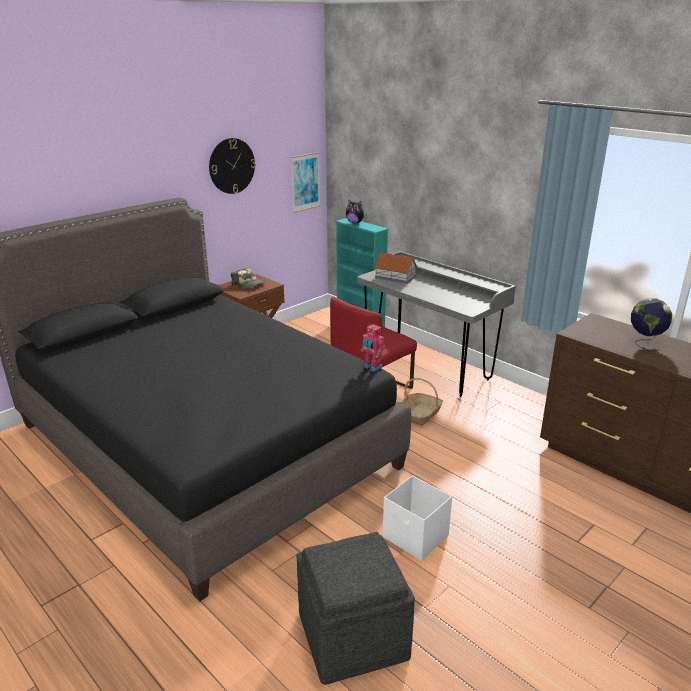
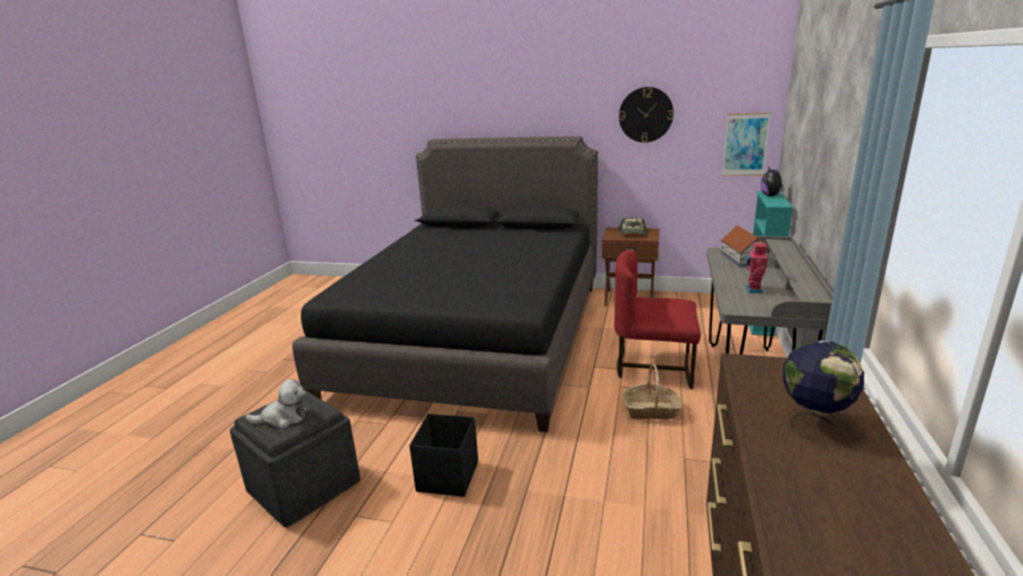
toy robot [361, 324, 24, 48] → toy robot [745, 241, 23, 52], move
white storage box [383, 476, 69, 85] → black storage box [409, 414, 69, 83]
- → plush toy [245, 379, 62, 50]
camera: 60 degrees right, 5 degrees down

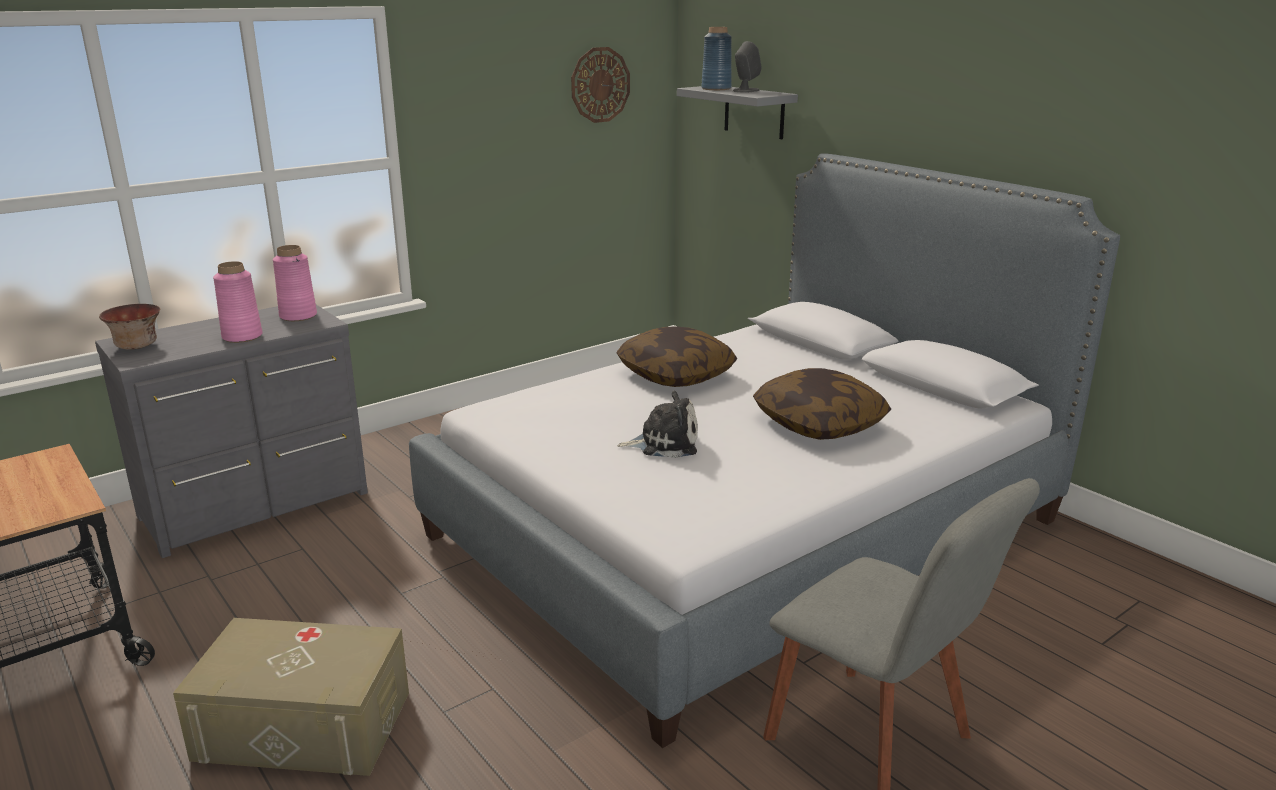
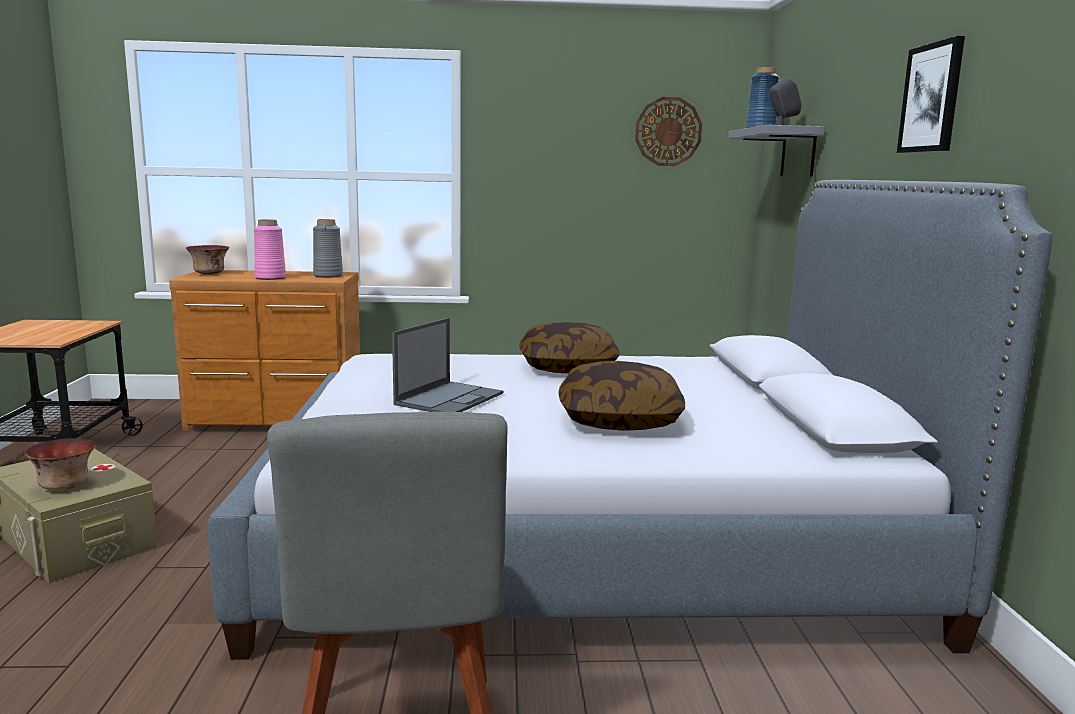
pink vase [273, 245, 44, 76] → grey vase [313, 219, 30, 59]
grey drawer chest [95, 305, 273, 253] → brown drawer chest [169, 270, 191, 161]
plush toy [617, 391, 81, 67] → laptop [392, 318, 111, 94]
- → wall picture [897, 36, 68, 117]
- → serving bowl [24, 438, 71, 52]
camera: 35 degrees right, 10 degrees down

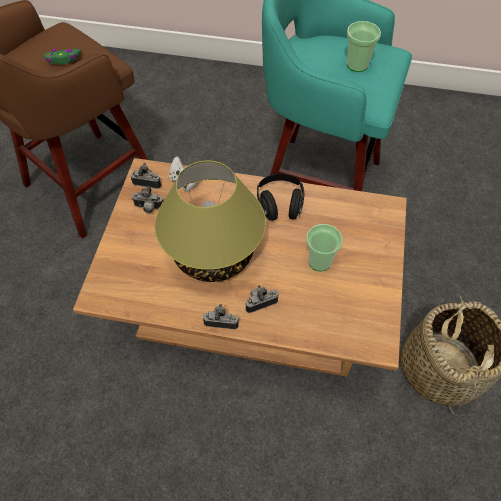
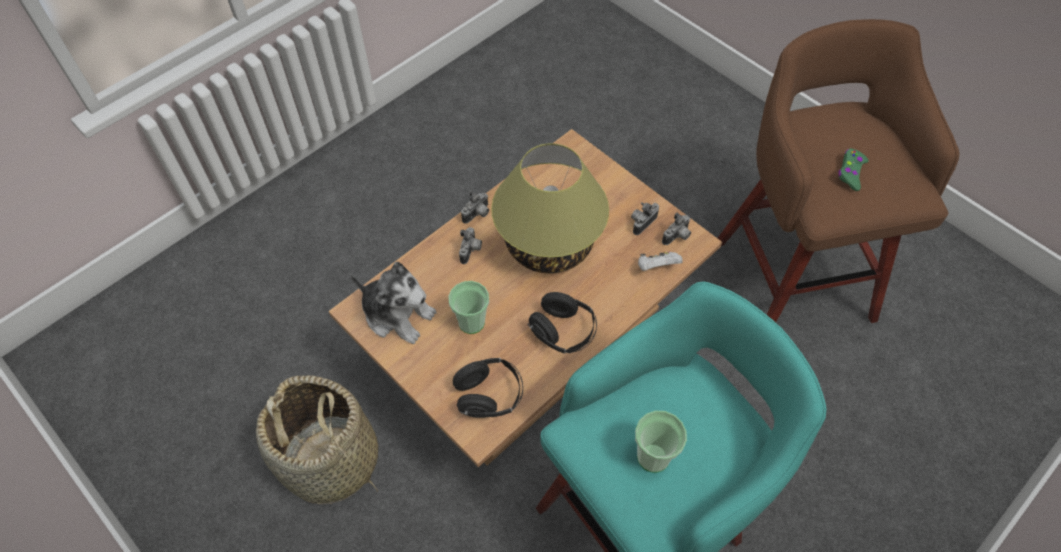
- → plush toy [351, 262, 86, 82]
- → black headphones [453, 358, 70, 60]
camera: 125 degrees right, 0 degrees up

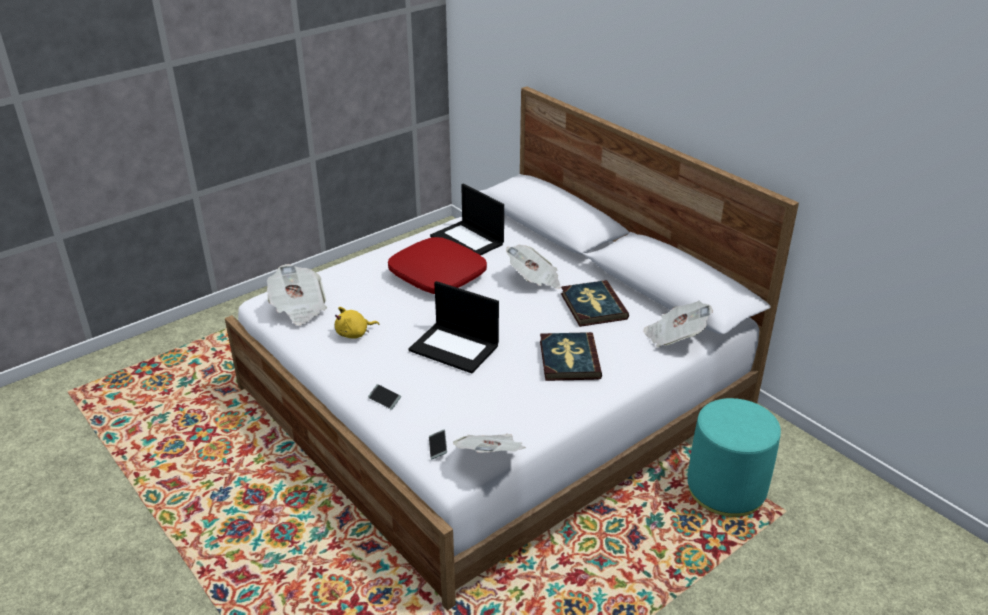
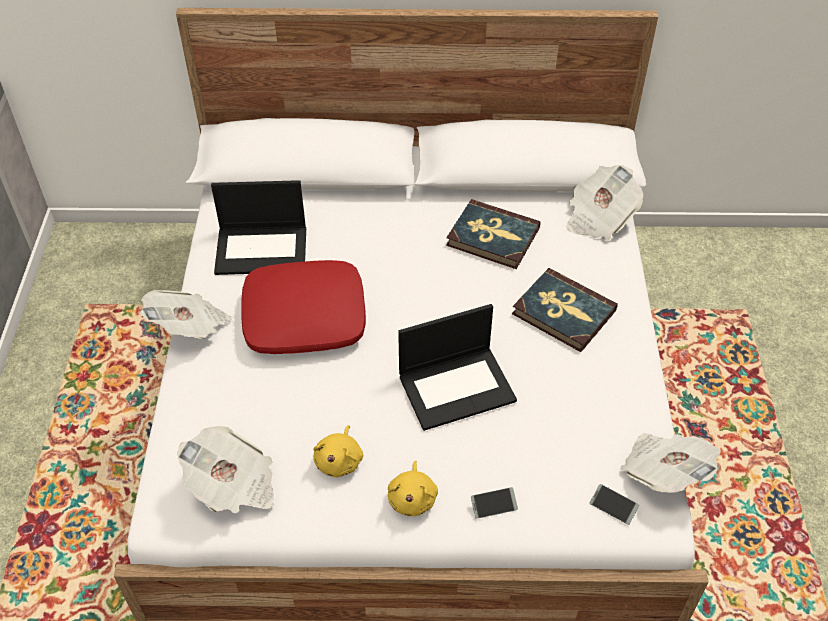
newspaper [506, 245, 55, 44] → newspaper [139, 290, 93, 49], move
blue-green ottoman [687, 398, 94, 119] → -
- → yellowish plush toy [388, 461, 50, 55]
camera: 50 degrees left, 15 degrees up

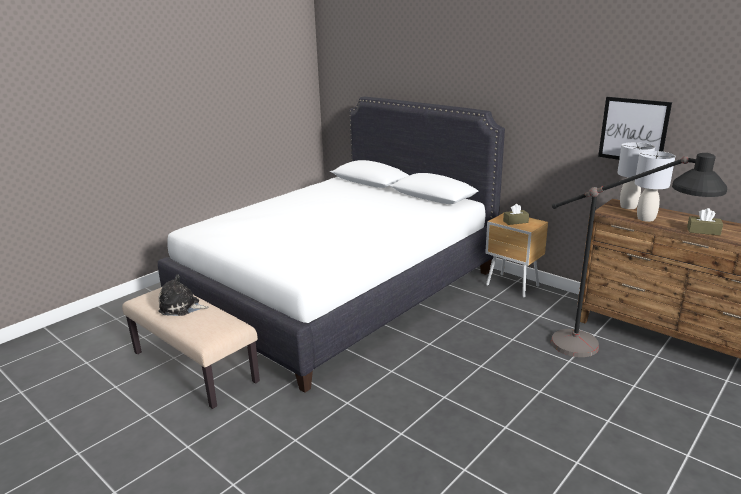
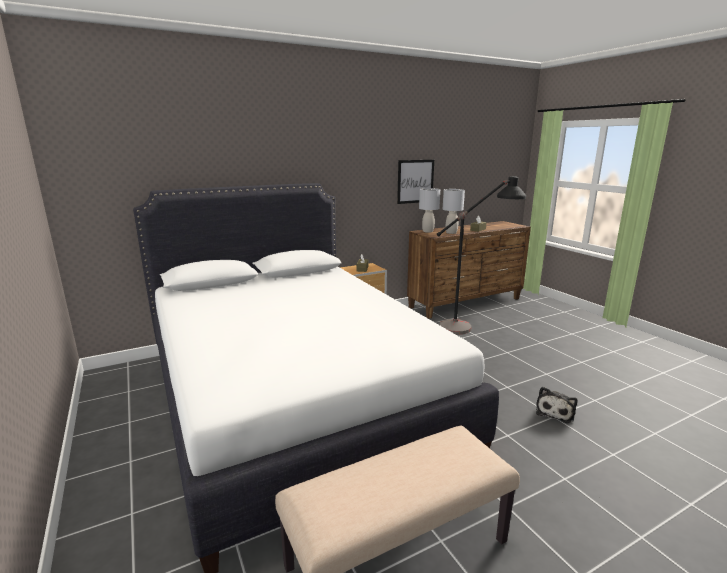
plush toy [158, 274, 51, 42] → plush toy [536, 387, 41, 36], move
camera: 70 degrees left, 5 degrees down

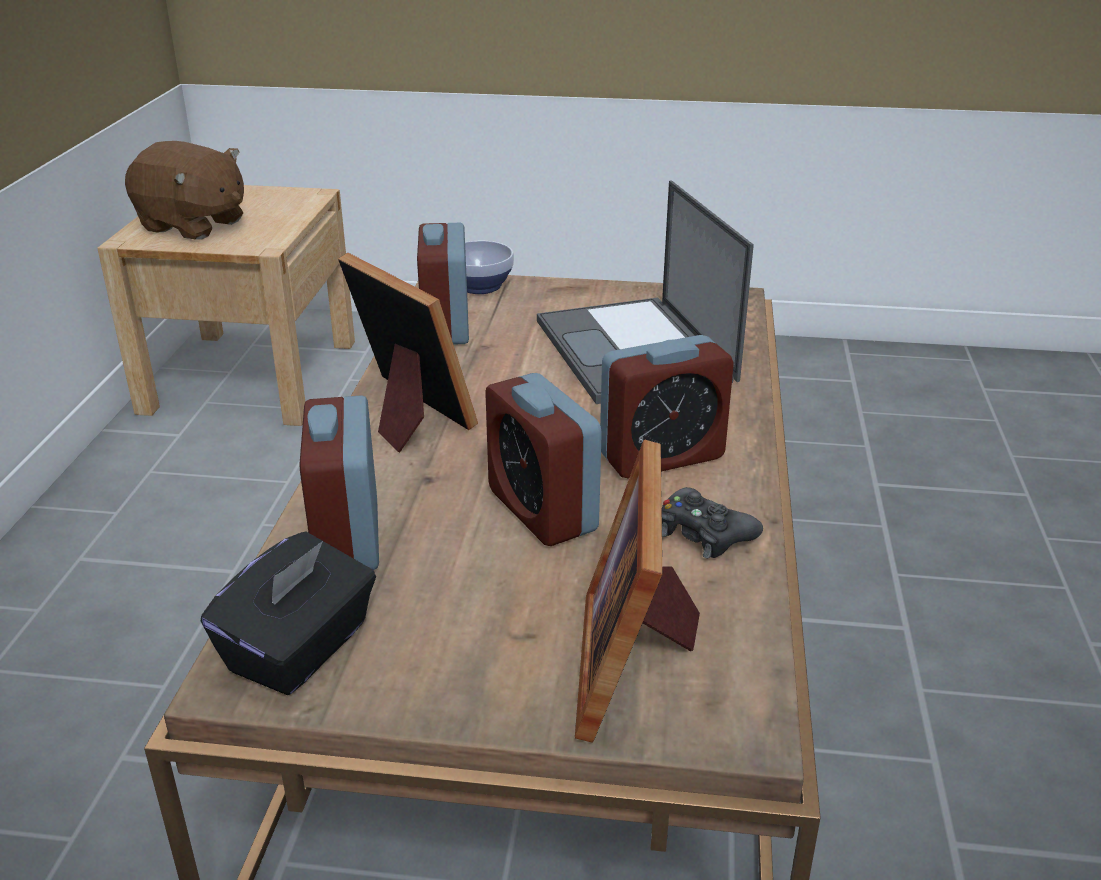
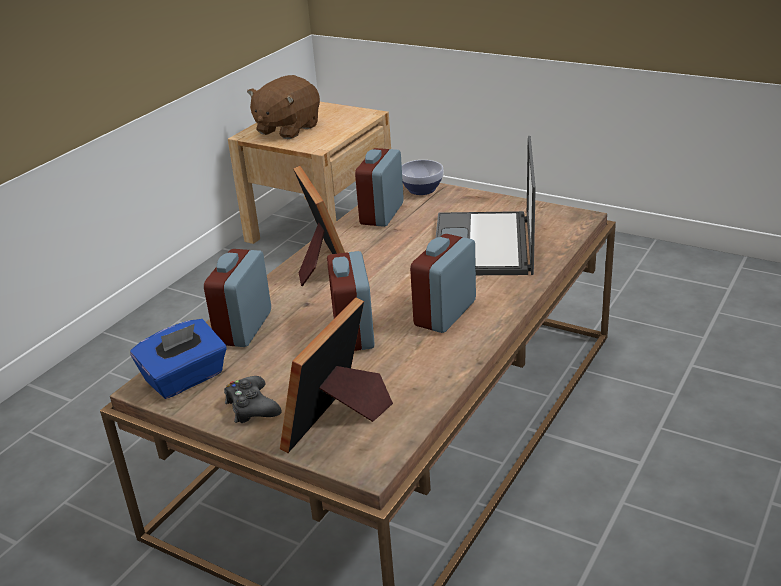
brown plush toy [125, 141, 119, 98] → brown plush toy [247, 75, 73, 64], 75 degrees clockwise
table clock [600, 335, 134, 144] → table clock [410, 234, 66, 99], 120 degrees clockwise
black game controller [662, 487, 101, 72] → black game controller [224, 376, 58, 47], move
black tissue holder [201, 531, 175, 164] → blue-coloured tissue holder [130, 319, 97, 80]
camera: 25 degrees right, 0 degrees up

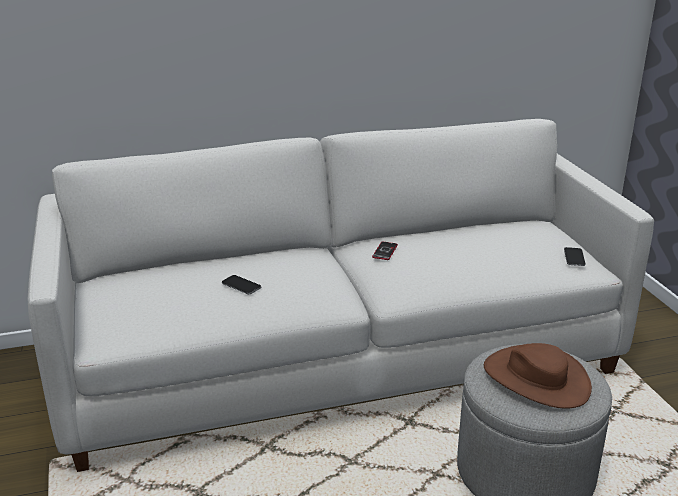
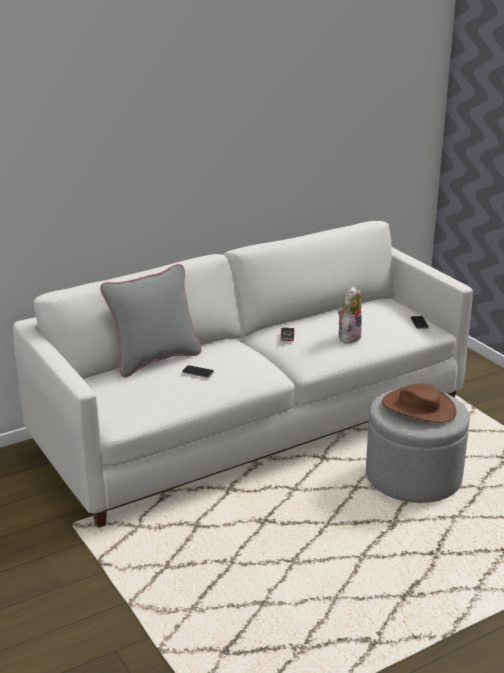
- → grey pillow [100, 264, 102, 114]
- → plush toy [338, 286, 24, 58]
camera: 15 degrees left, 0 degrees up

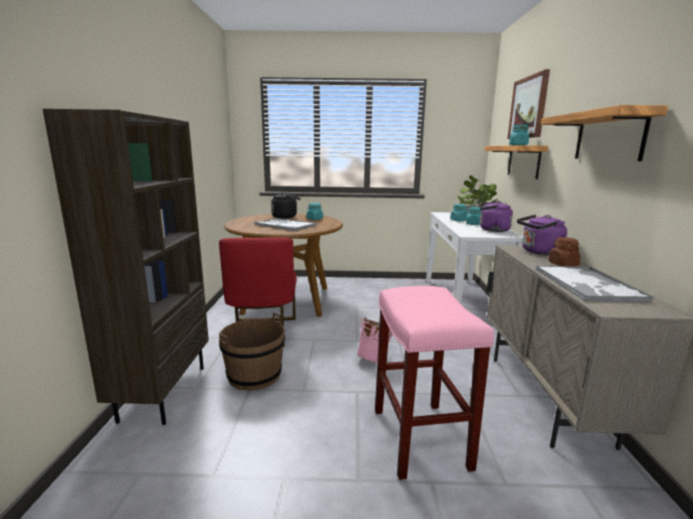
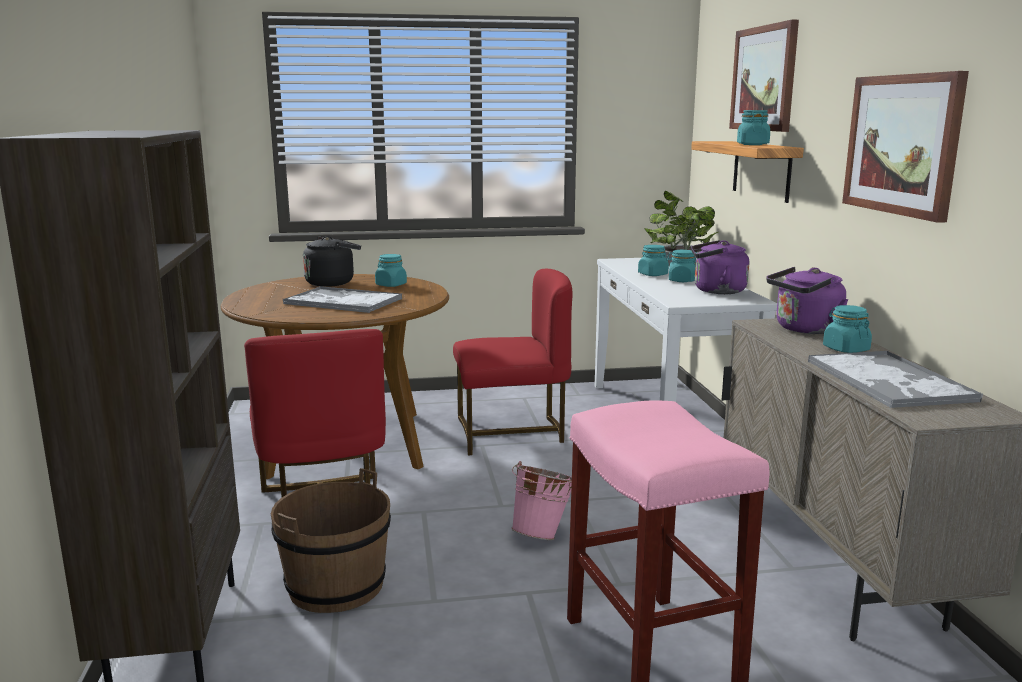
shelf [541, 105, 127, 56] → wall picture [842, 71, 127, 152]
brown preserve jar [548, 237, 33, 29] → blue-green preserve jar [823, 305, 49, 48]
- → red-coloured plain chair [453, 269, 119, 186]
camera: 10 degrees left, 0 degrees up

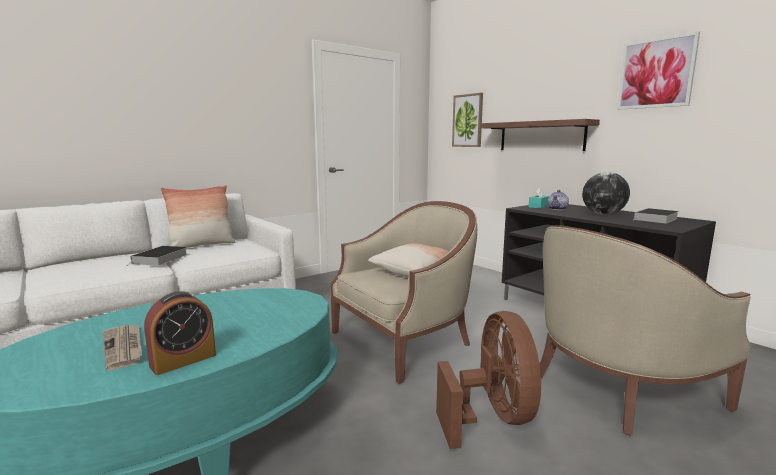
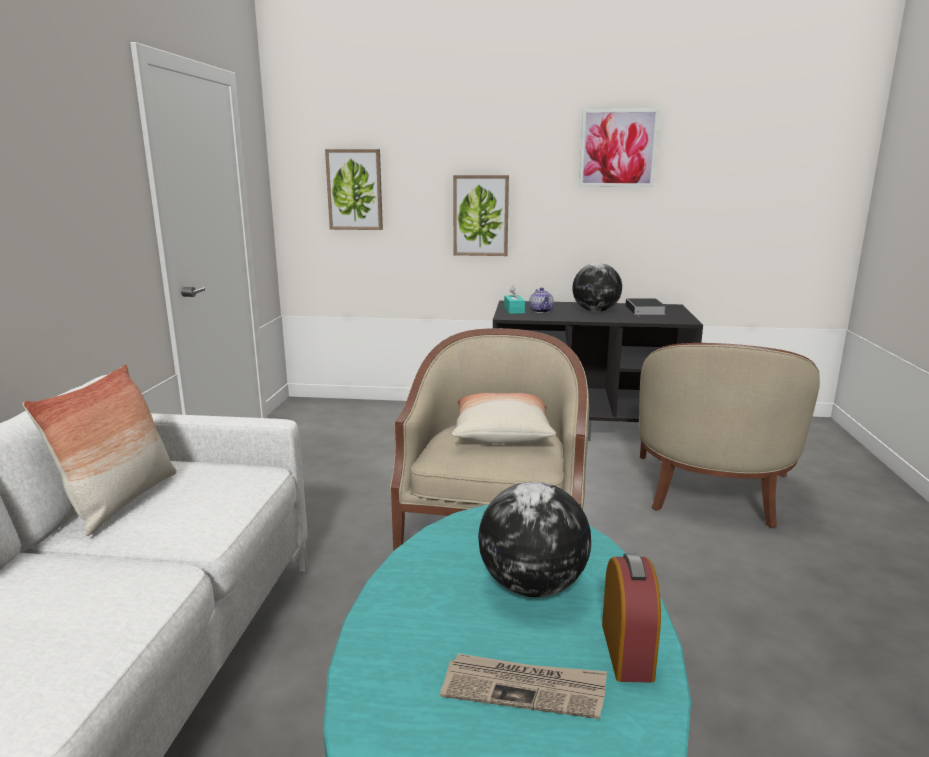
shelf [480, 119, 120, 32] → wall picture [453, 175, 56, 81]
book [130, 246, 58, 20] → -
brown electric fan [436, 311, 105, 138] → -
- → world globe [478, 482, 113, 115]
camera: 45 degrees left, 5 degrees up

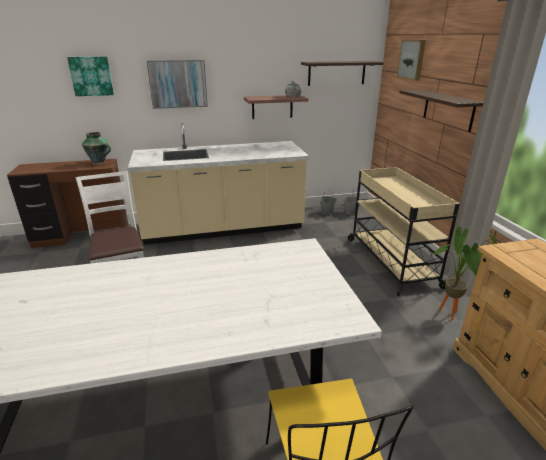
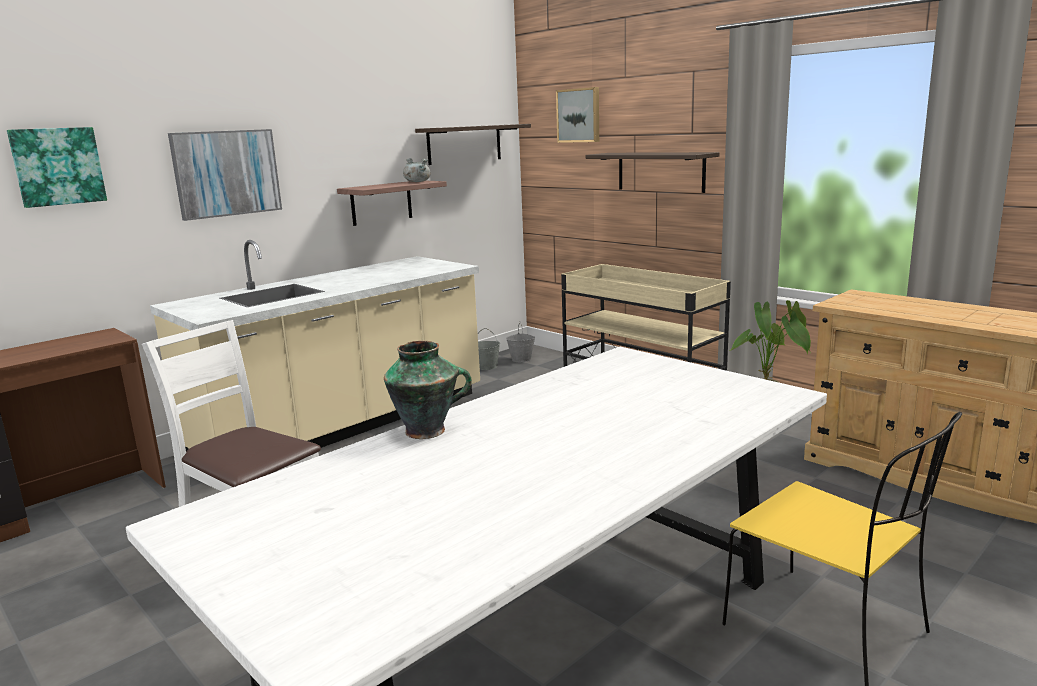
vase [82, 132, 29, 33] → vase [384, 341, 88, 98], move
camera: 30 degrees left, 10 degrees down

